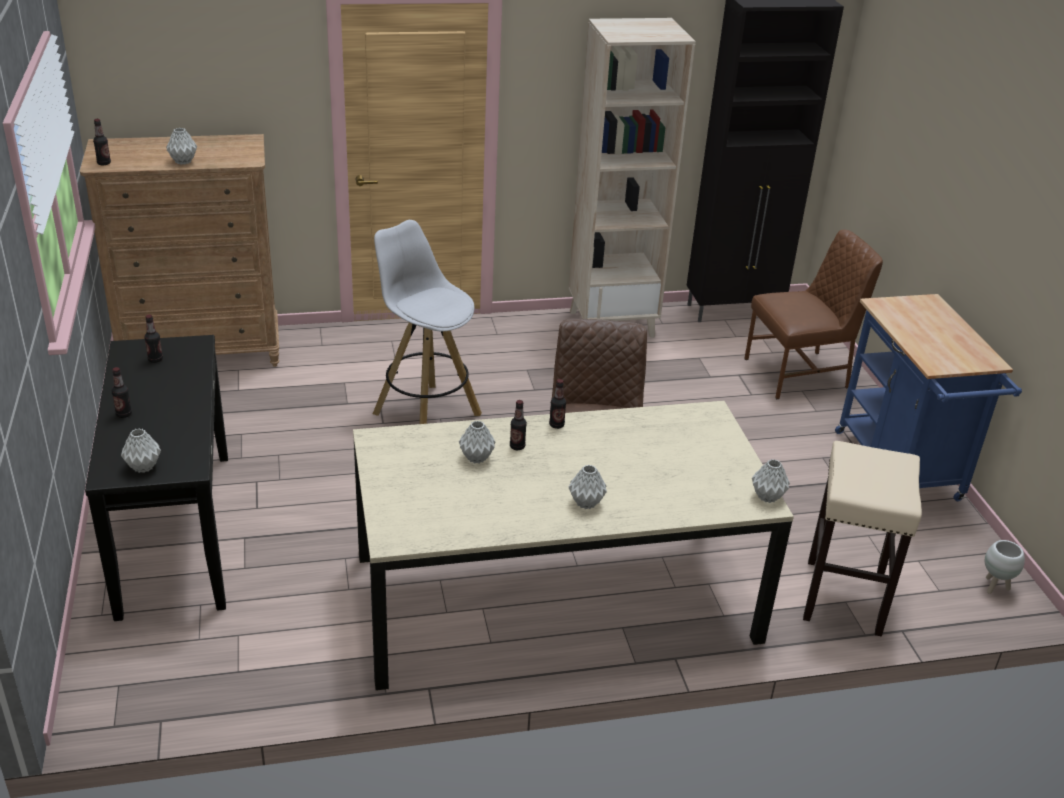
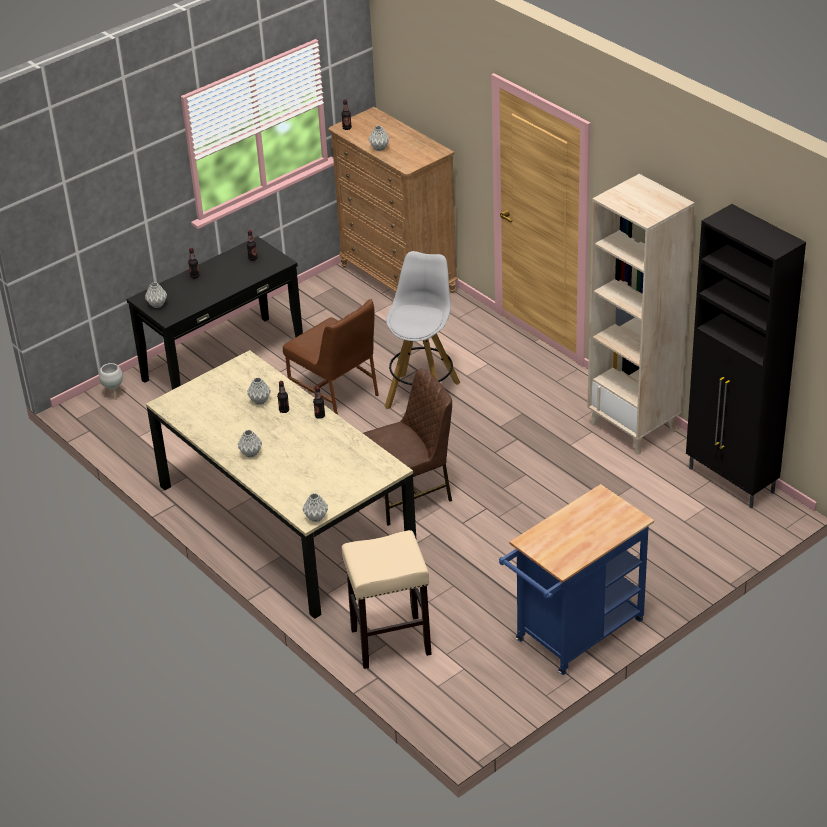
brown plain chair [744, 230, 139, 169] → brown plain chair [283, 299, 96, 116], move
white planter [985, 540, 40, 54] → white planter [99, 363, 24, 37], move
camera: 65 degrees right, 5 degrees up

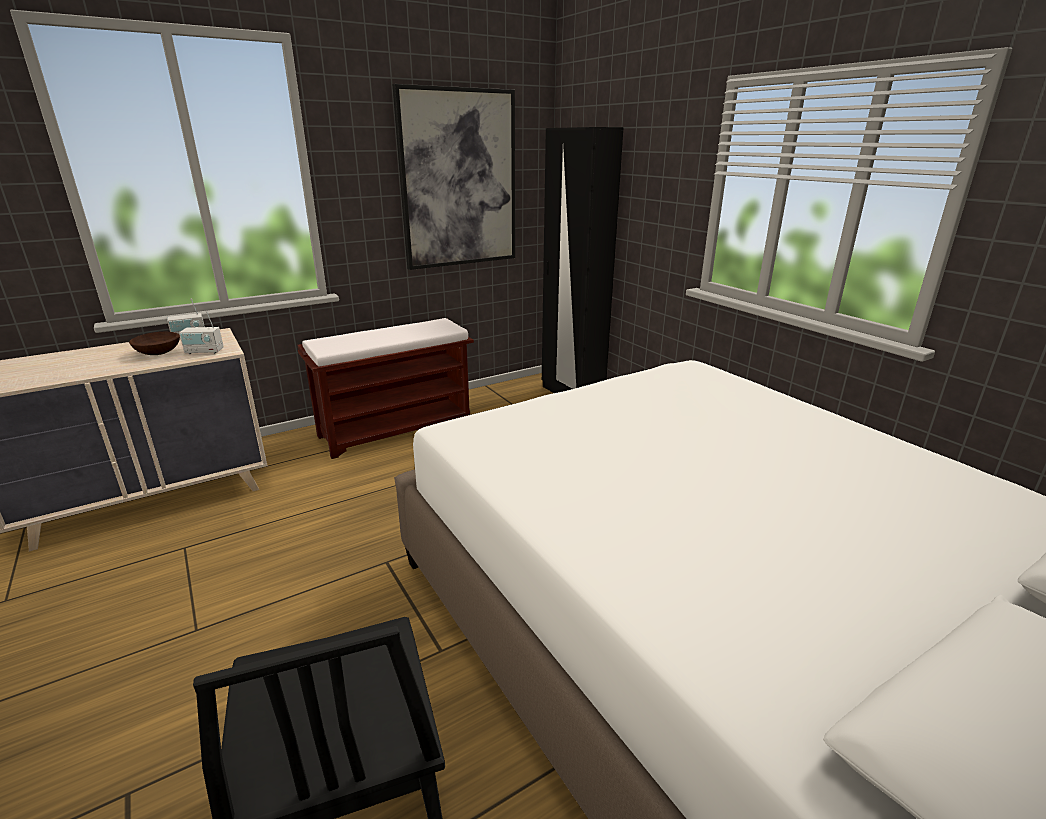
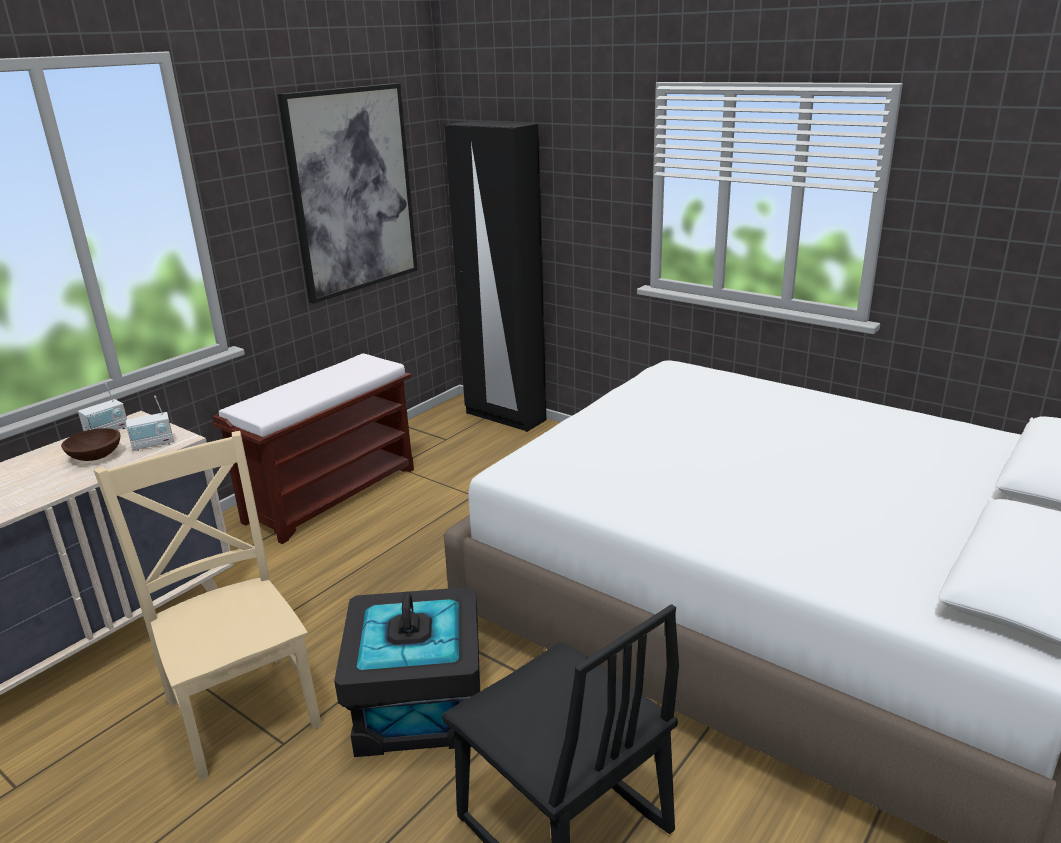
- → beige-coloured plain chair [94, 431, 228, 351]
- → black storage box [334, 587, 146, 170]
camera: 20 degrees left, 0 degrees up

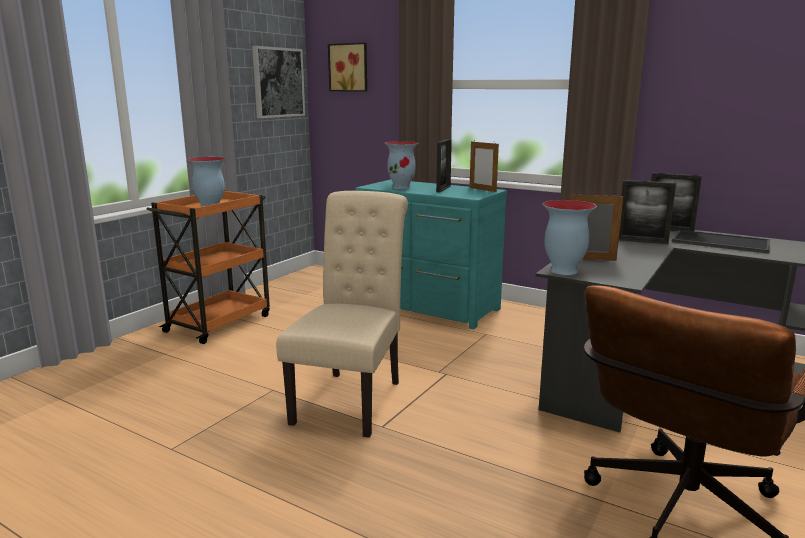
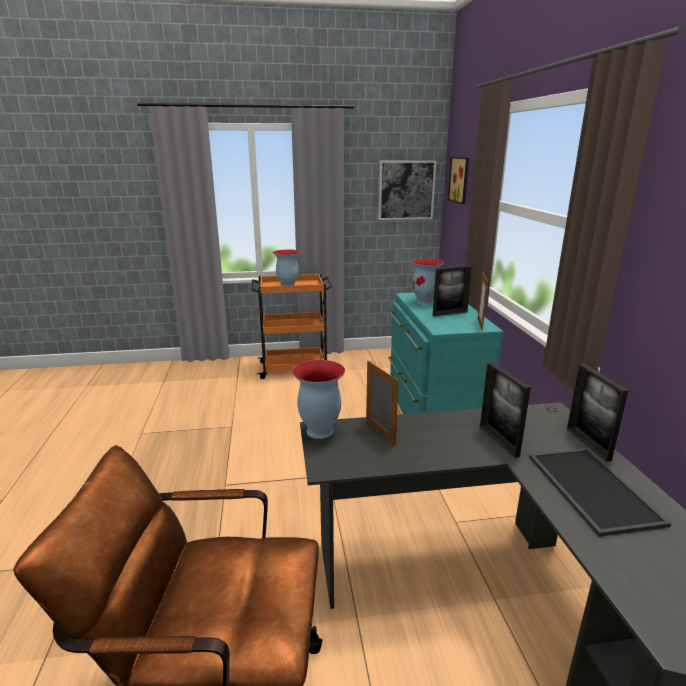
beige-coloured plain chair [276, 191, 132, 247] → -
camera: 50 degrees right, 5 degrees up

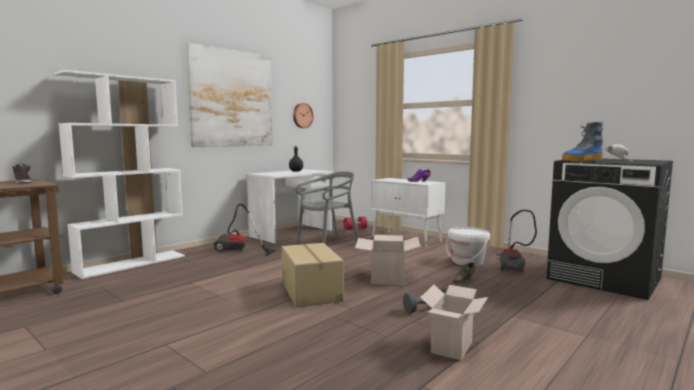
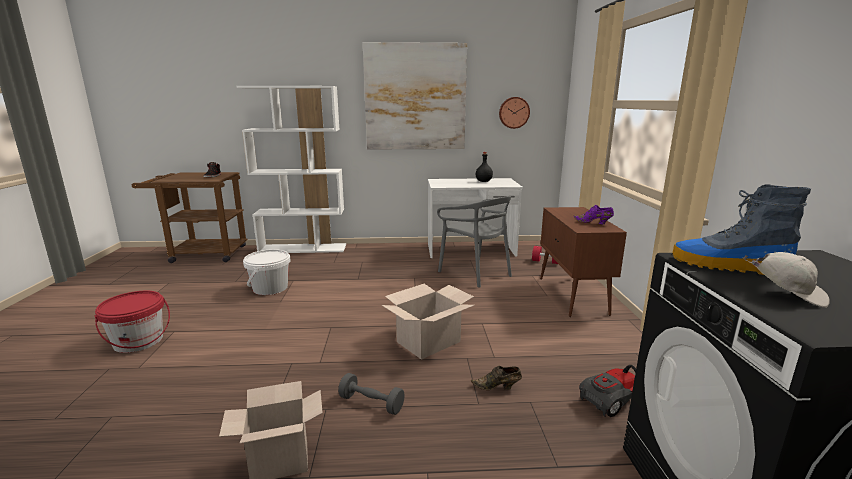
grey plain chair [295, 171, 63, 73] → grey plain chair [437, 196, 75, 92], 45 degrees clockwise
white storage cabinet [371, 178, 74, 69] → brown storage cabinet [540, 207, 87, 110]
hoover [214, 204, 62, 52] → -
white water bucket [446, 227, 44, 39] → white water bucket [243, 249, 48, 46], move
packing box [282, 243, 62, 64] → -
- → red-coloured water bucket [94, 291, 76, 62]
camera: 45 degrees right, 10 degrees up

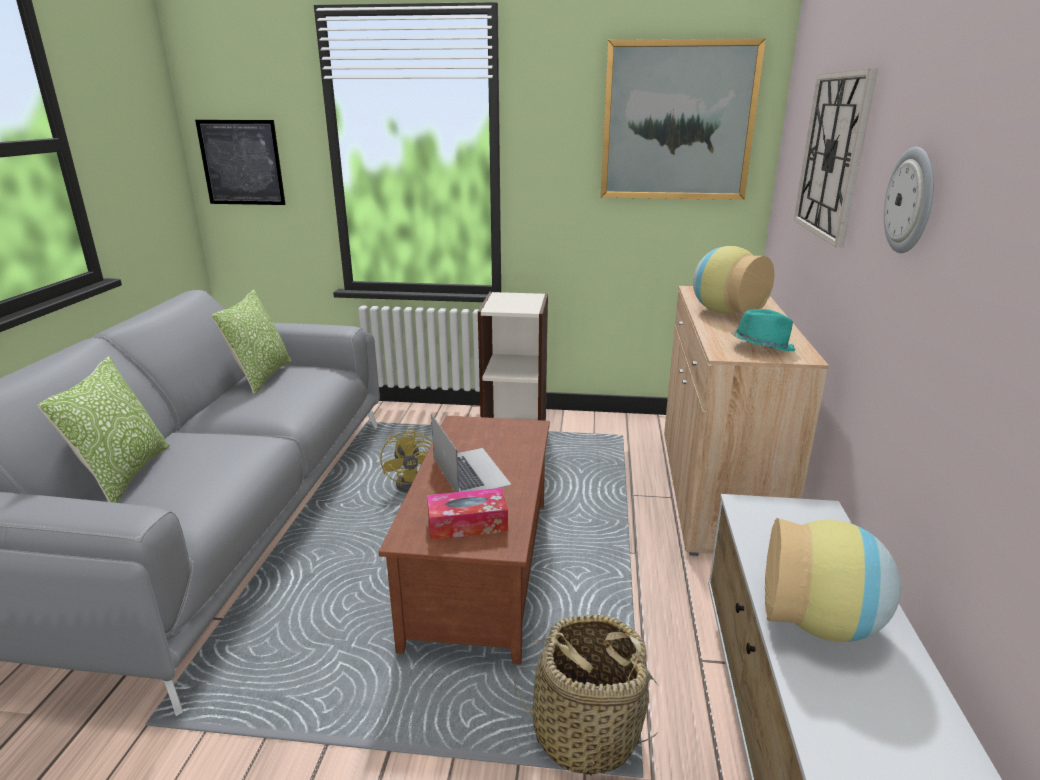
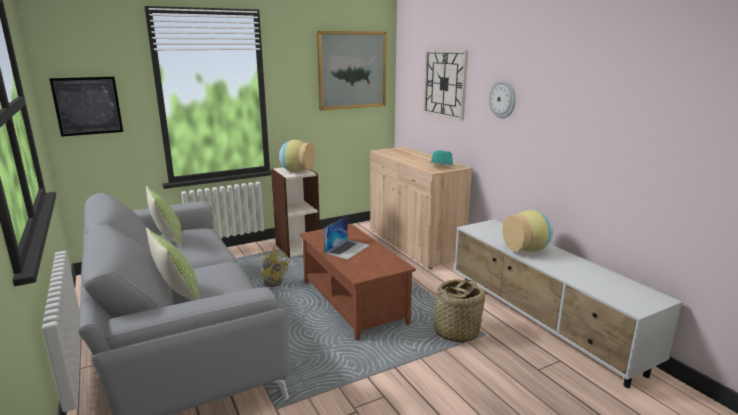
vase [693, 246, 81, 68] → vase [279, 140, 37, 32], move
laptop [431, 414, 81, 78] → laptop [323, 216, 47, 44], 90 degrees clockwise
tissue holder [427, 488, 81, 52] → -
camera: 35 degrees left, 5 degrees down

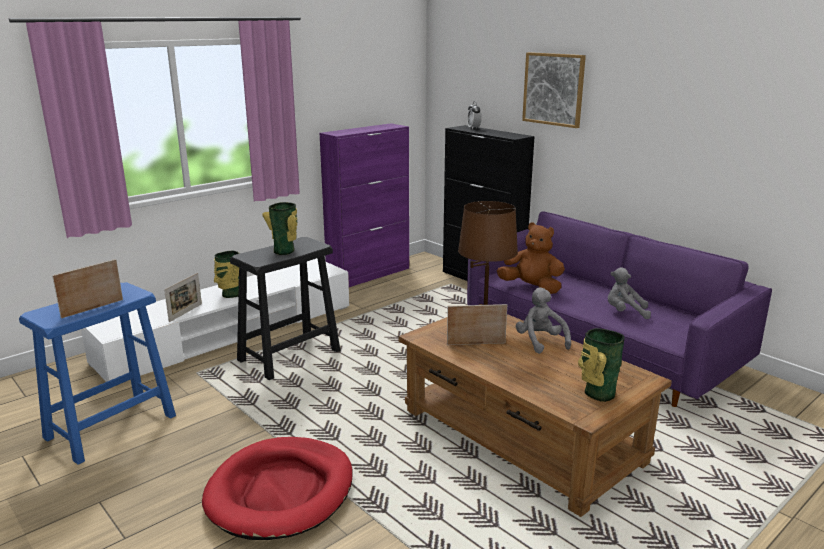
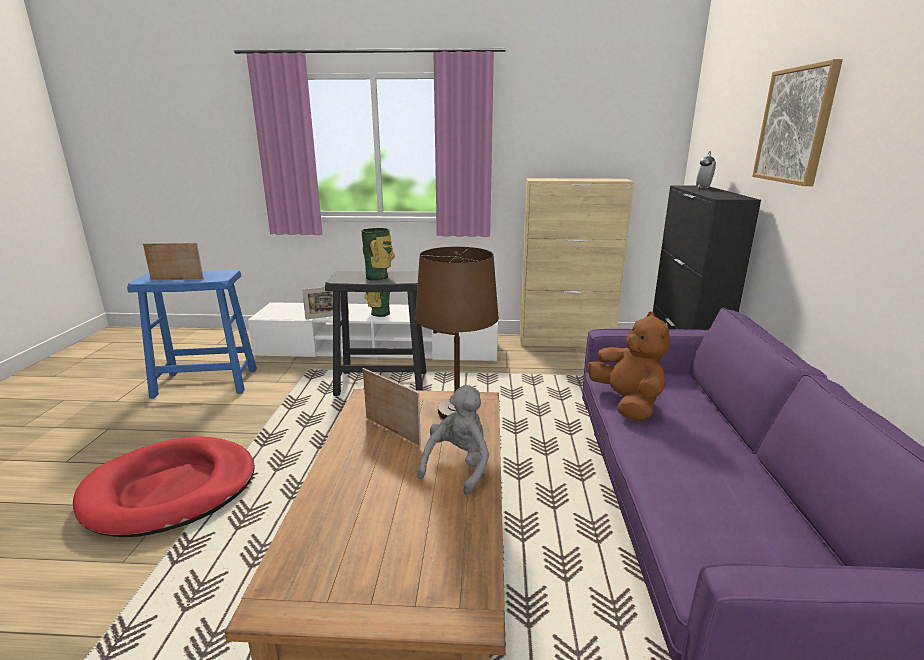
purple-coloured storage cabinet [319, 123, 90, 164] → beige-coloured storage cabinet [519, 178, 115, 169]
grey plush toy [608, 268, 43, 51] → -
vase [578, 328, 47, 74] → -
camera: 45 degrees right, 0 degrees up

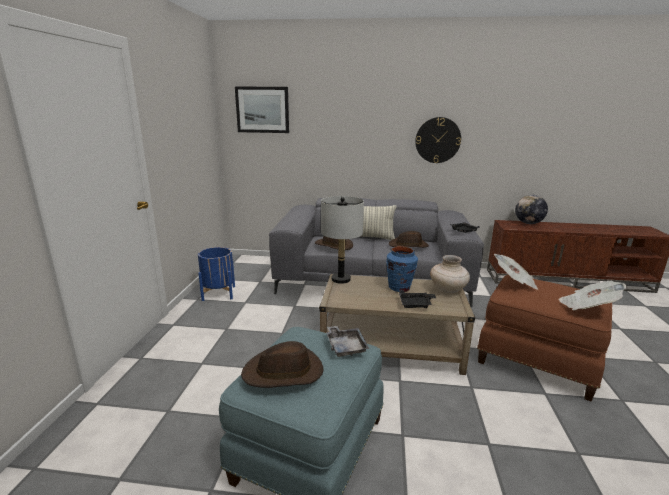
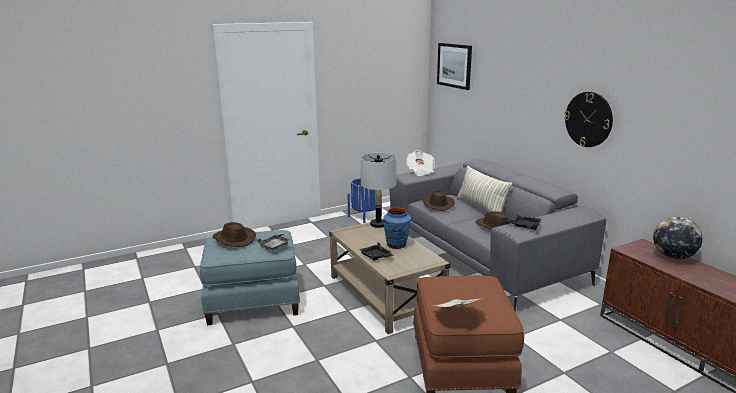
newspaper [494, 254, 45, 36] → newspaper [406, 150, 29, 26], move
beige-coloured vase [430, 255, 40, 38] → -
camera: 55 degrees right, 0 degrees up

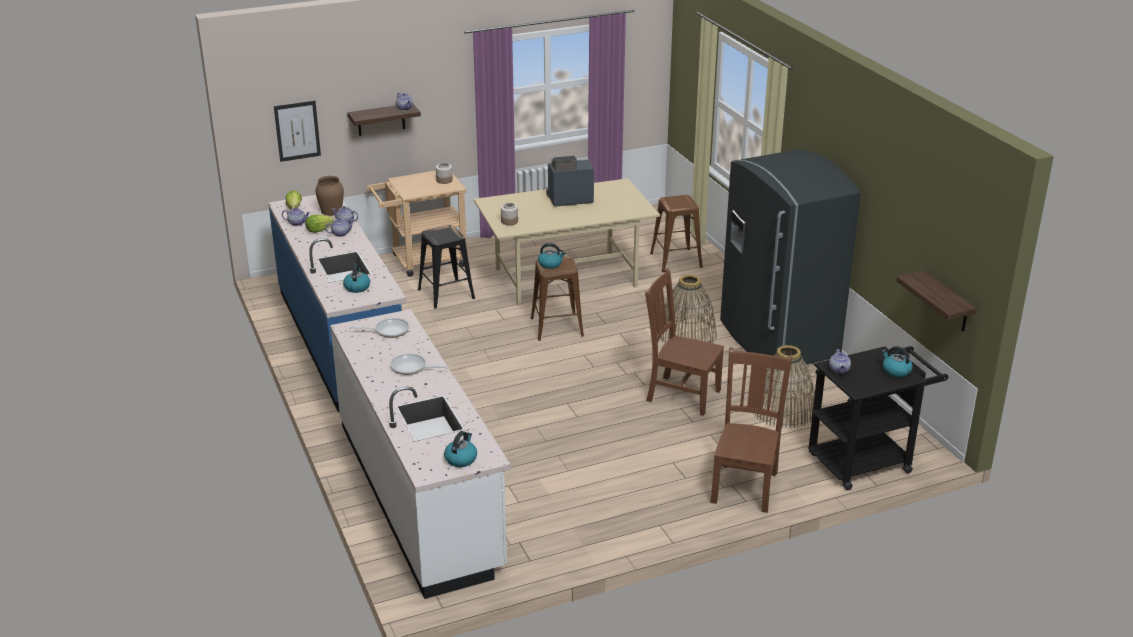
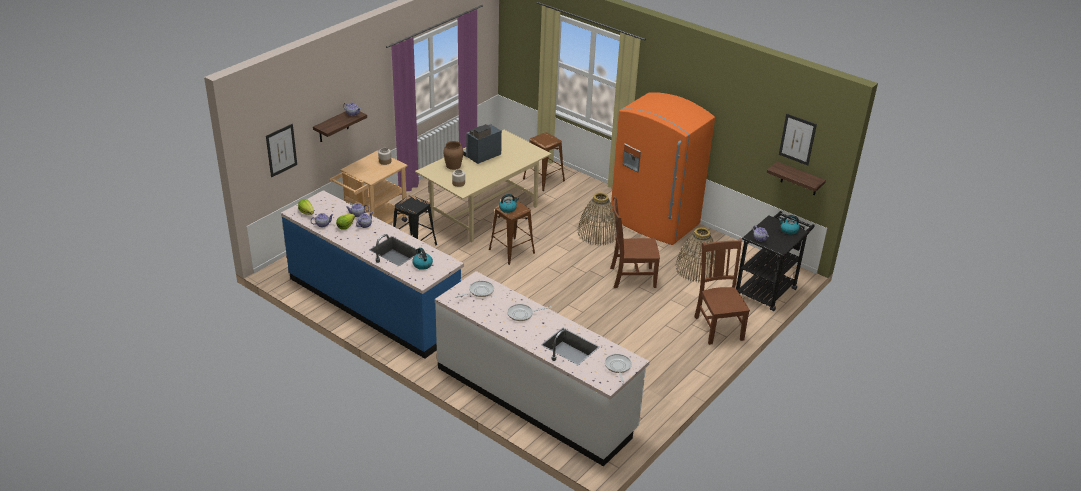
grey kitchen fridge [720, 150, 141, 222] → orange kitchen fridge [611, 92, 104, 153]
brown vase [315, 176, 29, 40] → brown vase [443, 141, 20, 29], move
water kettle [444, 431, 33, 36] → frying pan [605, 354, 27, 30]
- → wall picture [779, 114, 38, 52]
camera: 30 degrees left, 5 degrees up

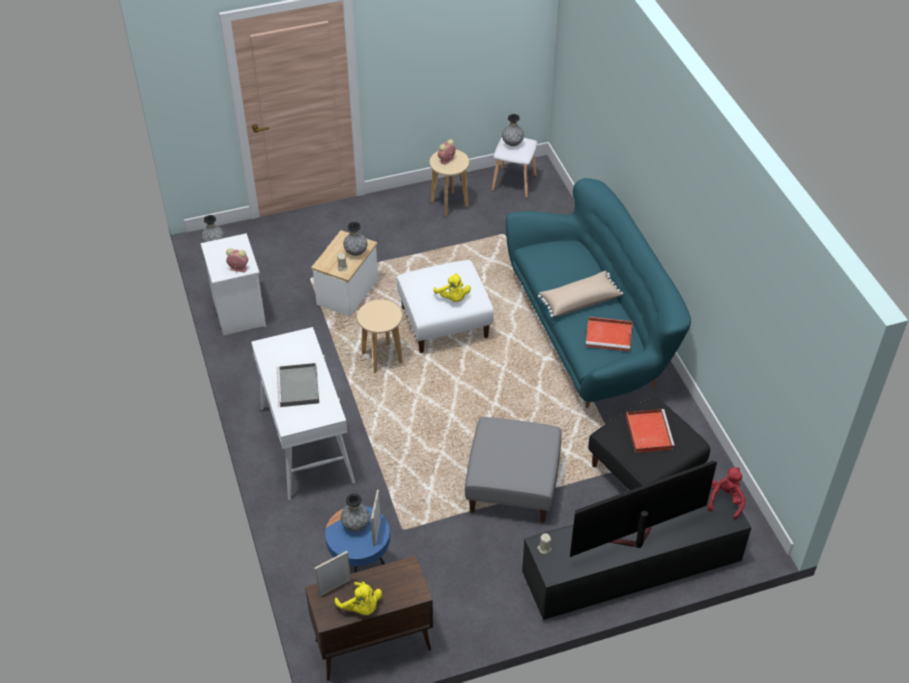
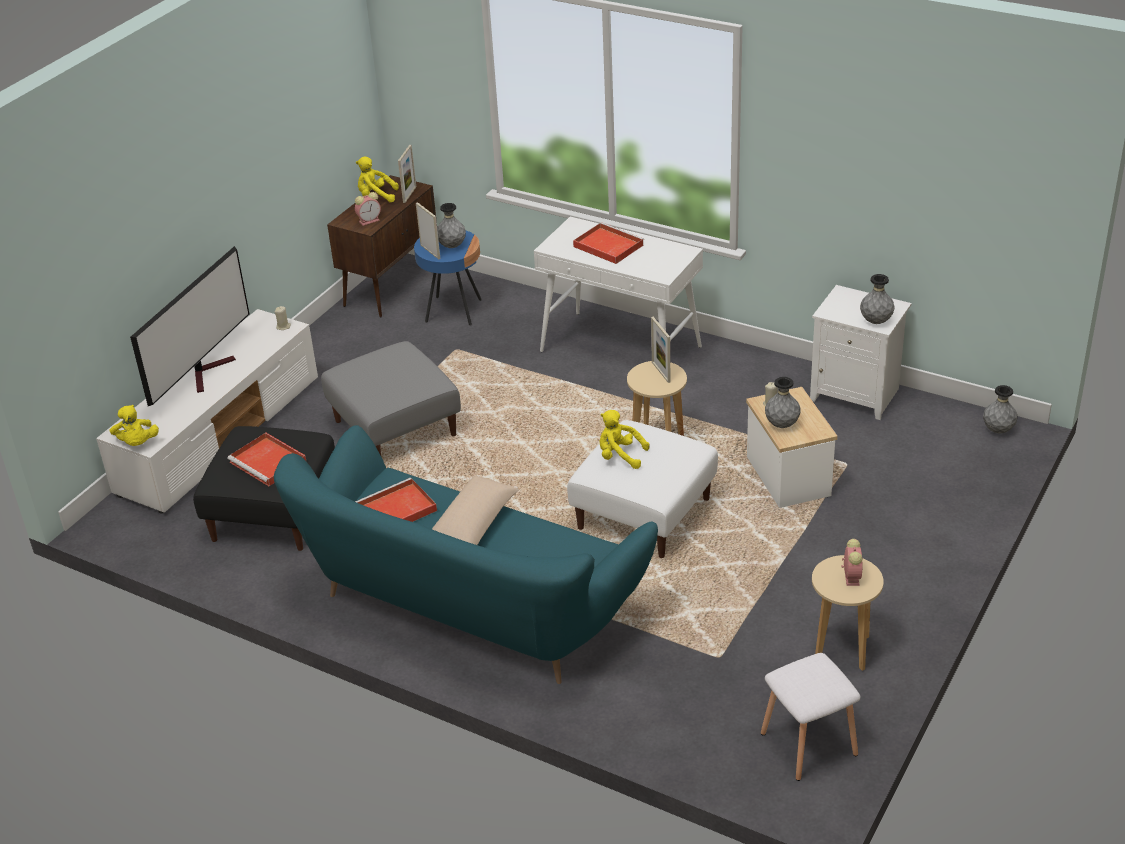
grey vase [502, 114, 22, 32] → grey vase [860, 274, 35, 50], move
table clock [226, 248, 22, 25] → table clock [355, 192, 26, 34], move
grey tray [277, 363, 42, 44] → red-coloured tray [573, 222, 71, 42]
red-coloured plush toy [708, 467, 37, 53] → yellowish plush toy [109, 405, 50, 41]
black tv unit [522, 488, 229, 132] → white tv unit [96, 309, 222, 204]
- → standing frame [651, 317, 19, 66]
camera: 140 degrees right, 10 degrees down

